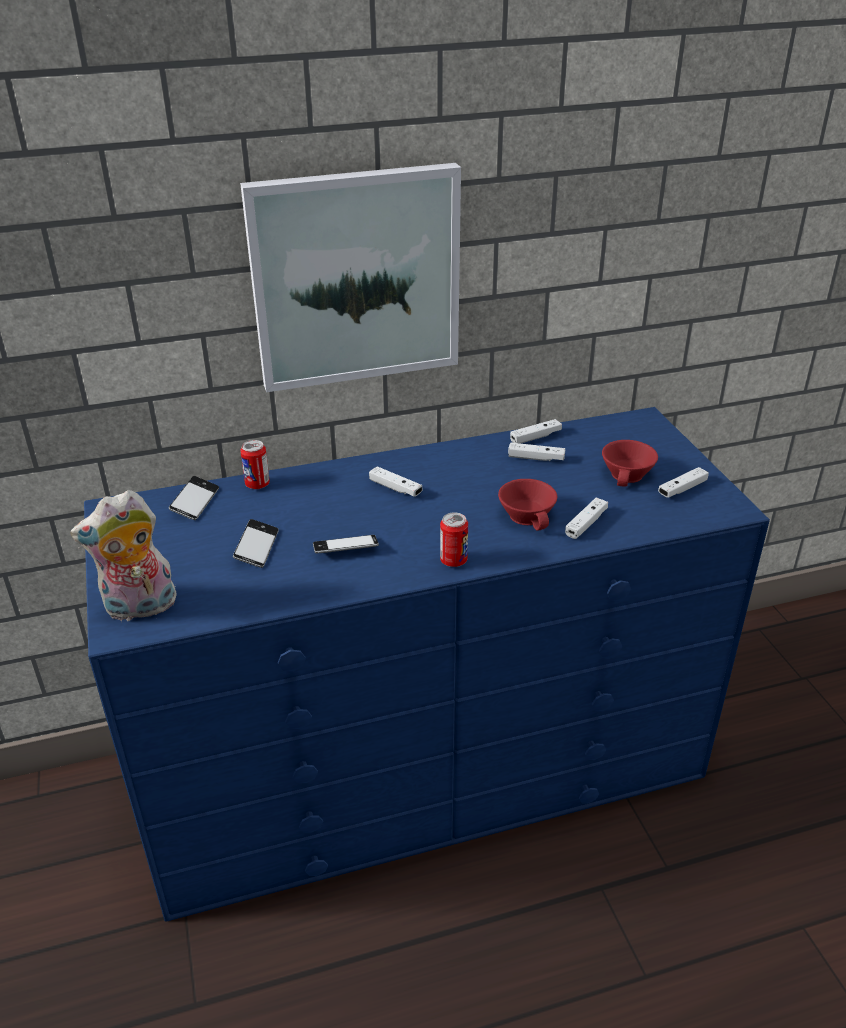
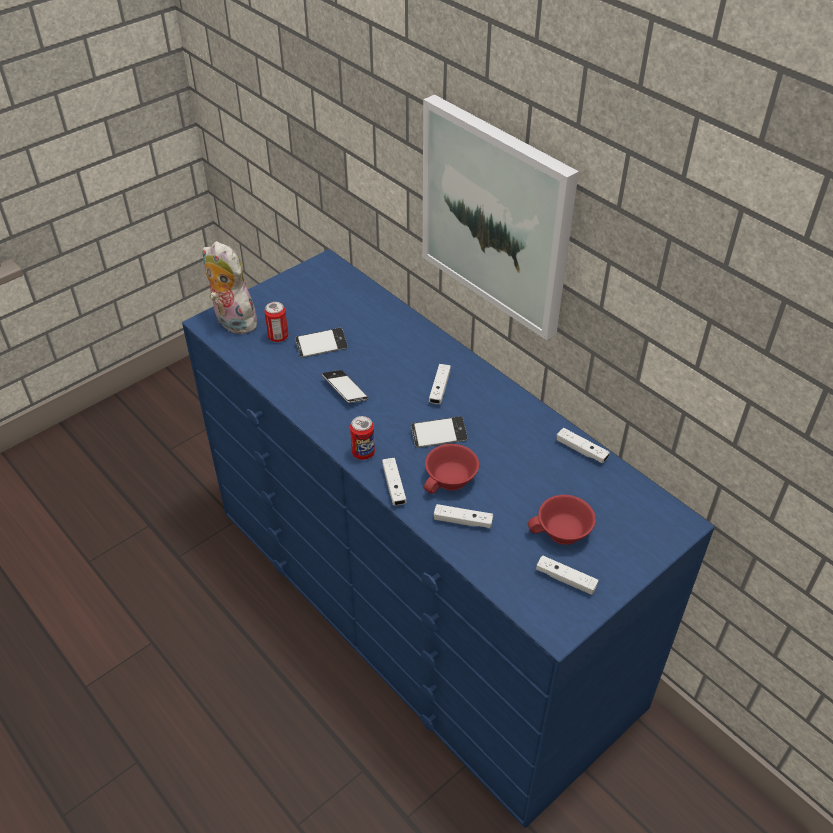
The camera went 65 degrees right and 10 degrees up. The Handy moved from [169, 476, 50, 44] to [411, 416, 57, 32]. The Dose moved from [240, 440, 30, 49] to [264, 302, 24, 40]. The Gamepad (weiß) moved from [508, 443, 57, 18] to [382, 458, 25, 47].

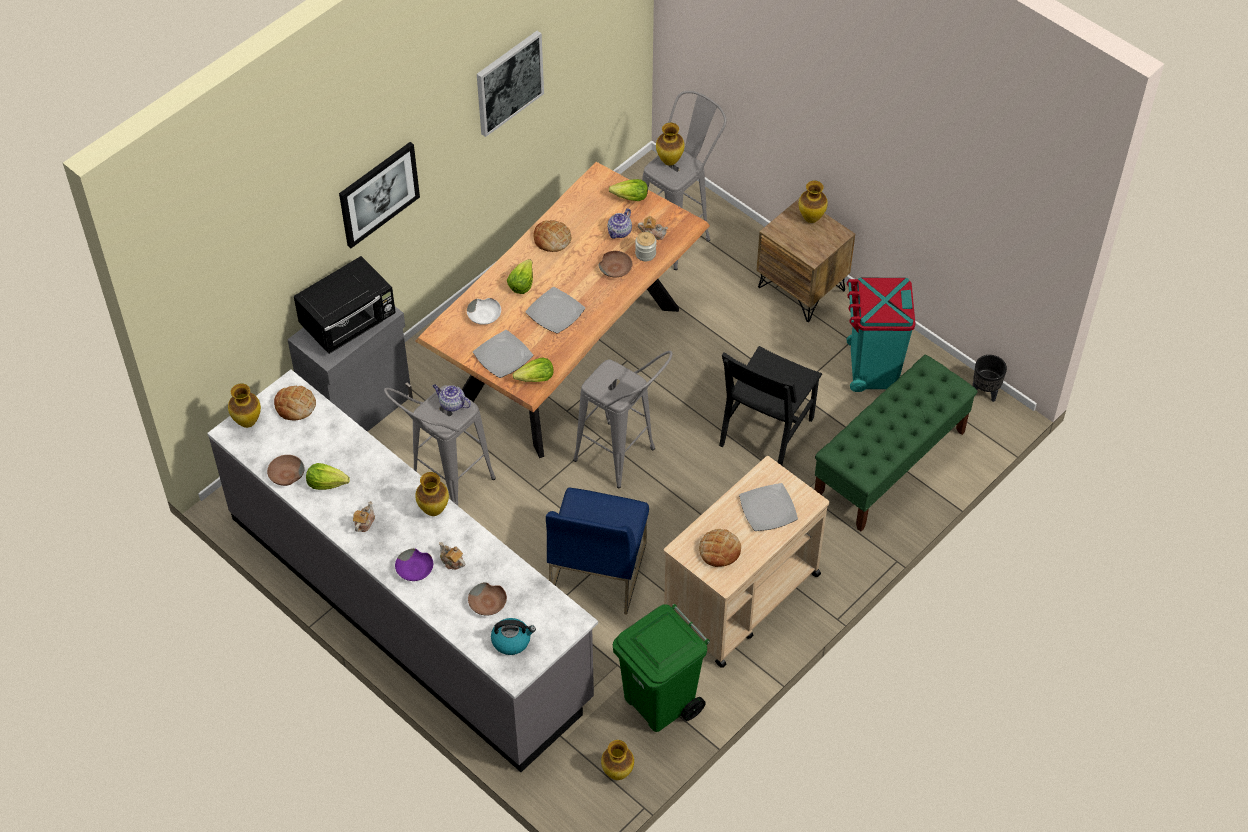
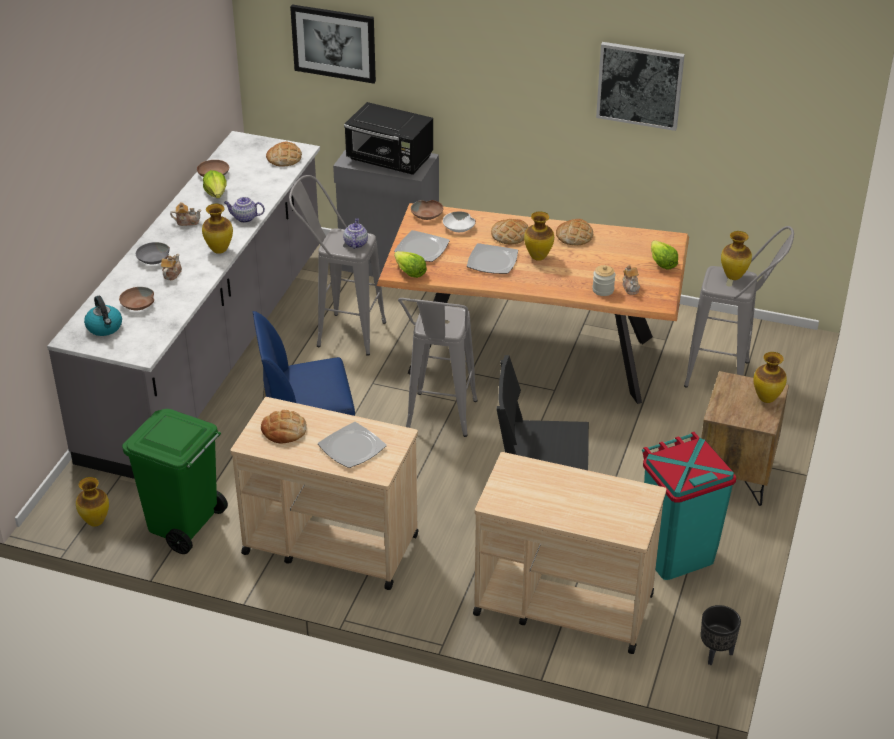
The camera went 65 degrees right and 15 degrees down. The Vase moved from [228, 383, 33, 45] to [524, 211, 30, 50]. The Bild moved from [339, 142, 81, 106] to [290, 5, 86, 79]. The Schüssel (braun) moved from [599, 251, 33, 27] to [411, 200, 33, 20]. The Teekanne moved from [608, 208, 24, 31] to [224, 197, 41, 26]. The Salatkopf at [507, 259, 26, 35] was replaced by the Brot at [491, 219, 37, 25]. The Bank (grün) at [814, 355, 164, 177] was replaced by the Rollwagen (beige) at [473, 452, 193, 202]. The Schüssel (lila) at [395, 548, 38, 33] became the Schüssel (grau) at [136, 242, 34, 22].

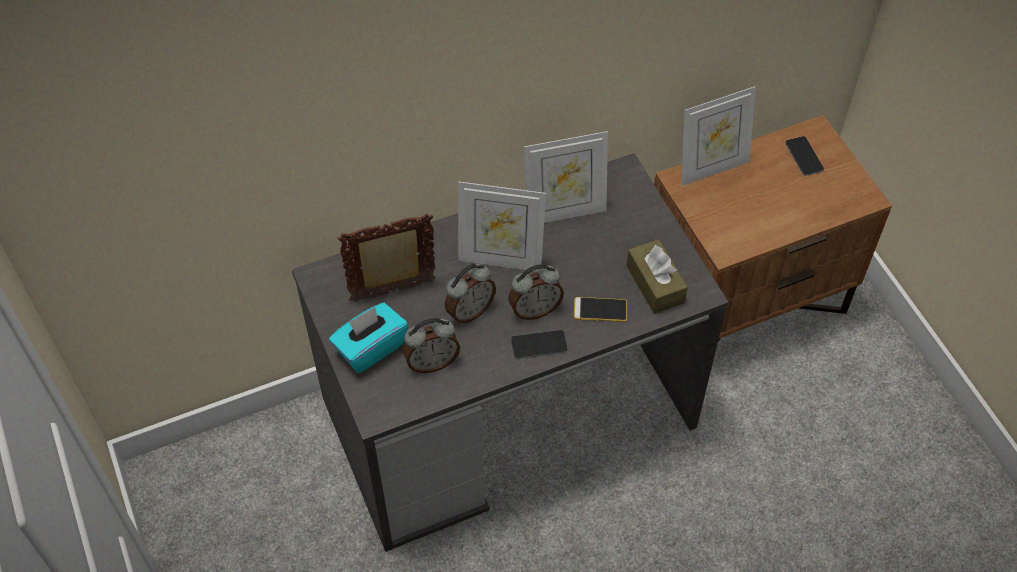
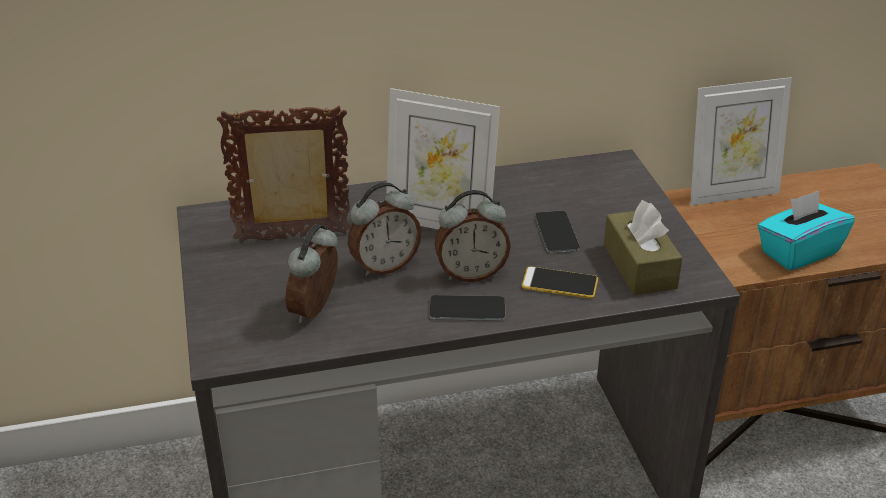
The camera went 10 degrees right and 20 degrees down. The Bilderrahmen at [524, 131, 84, 92] disappeared. The Taschentuchbox (türkis) moved from [329, 303, 79, 70] to [758, 191, 97, 80]. The Handy moved from [785, 136, 39, 40] to [535, 211, 45, 42]. The Wecker at [403, 318, 57, 55] turned 120 degrees clockwise.

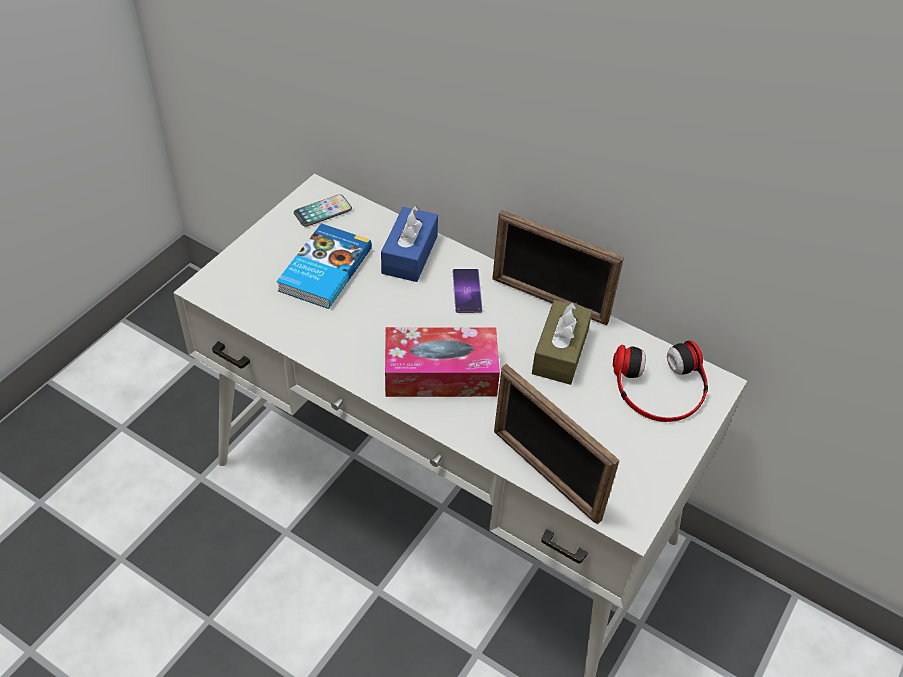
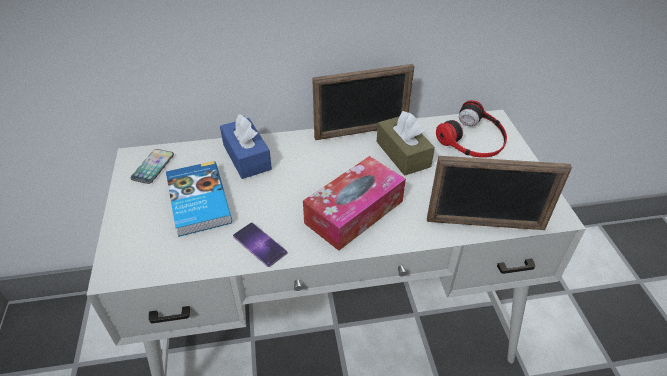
The camera went 40 degrees left and 5 degrees down. The Handy moved from [453, 269, 30, 44] to [233, 223, 55, 44].

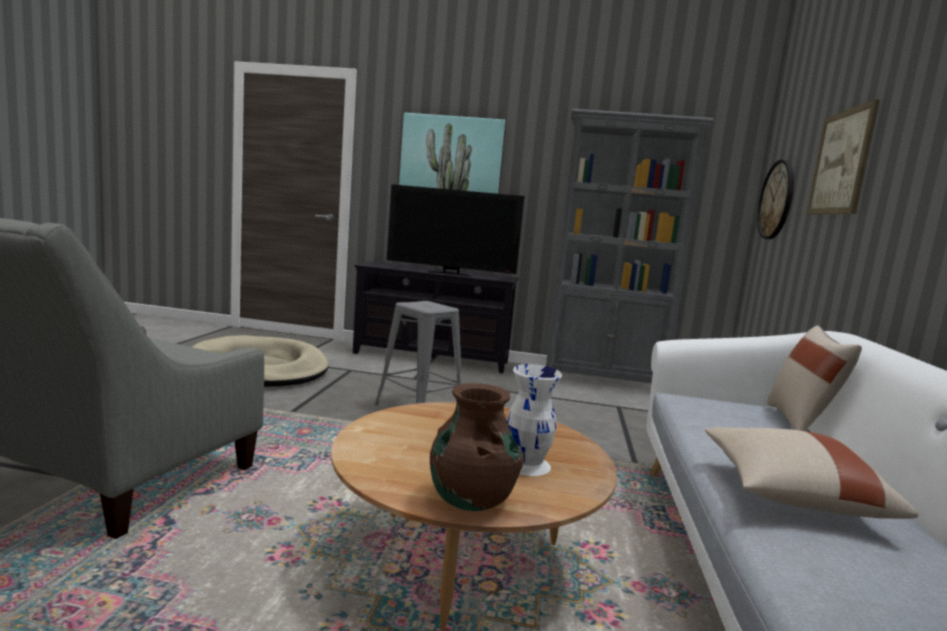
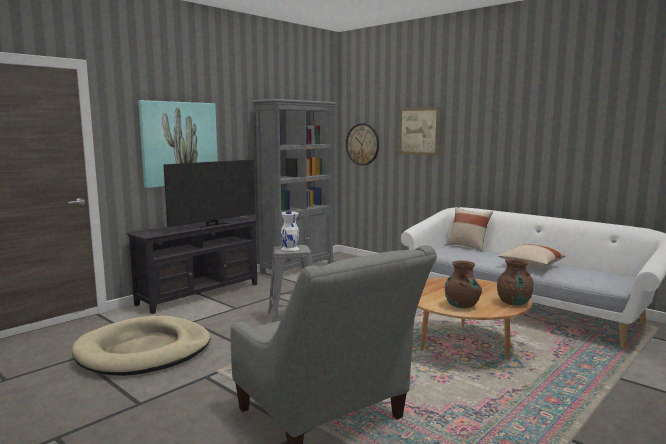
The camera went 55 degrees left and 0 degrees up. The Vase (braun) at [445, 261, 37, 47] appeared. The Vase (weiß) moved from [507, 364, 55, 112] to [281, 212, 18, 39].

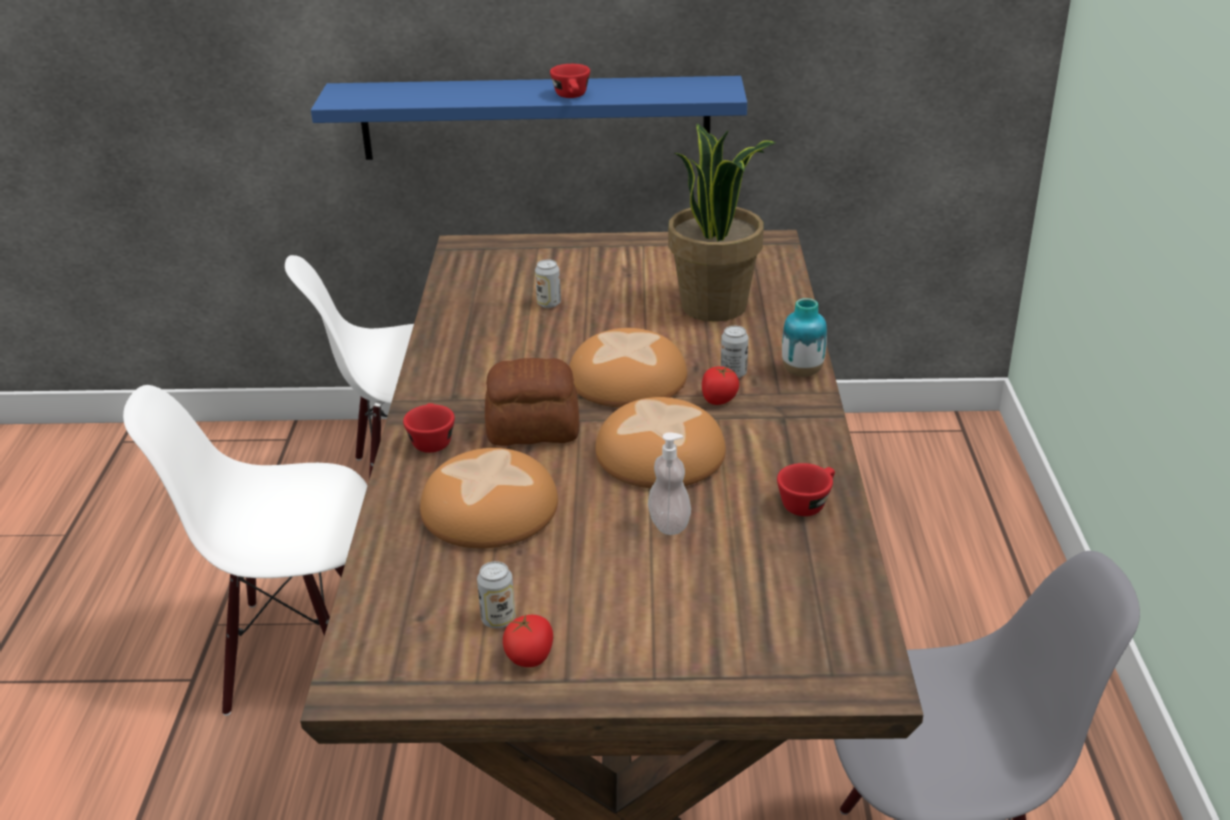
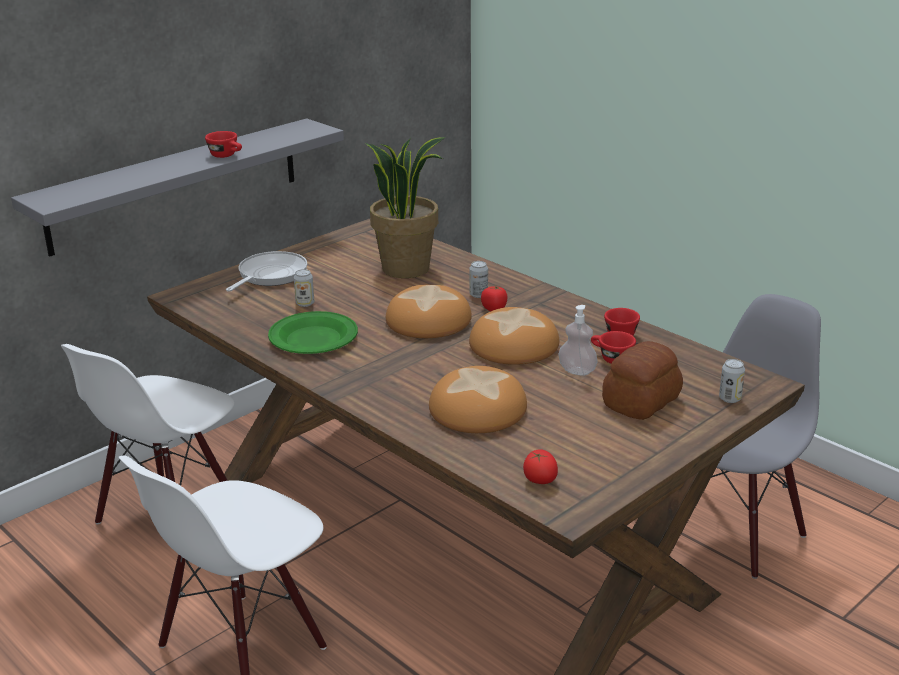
The camera went 45 degrees left and 5 degrees down. The Vase at [782, 298, 45, 79] disappeared. The Pfanne at [226, 251, 81, 40] appeared. The Teller (grün) at [268, 311, 90, 43] appeared. The Tasse (rot) moved from [403, 403, 52, 50] to [591, 331, 45, 33]. The Dose moved from [477, 561, 38, 67] to [719, 359, 26, 44]. The Brot moved from [485, 358, 94, 88] to [602, 341, 81, 79]. The Tomate moved from [503, 614, 50, 53] to [523, 449, 35, 35]. The Wandregal (blau) at [311, 76, 436, 84] became the Wandregal (grau) at [11, 118, 333, 139].

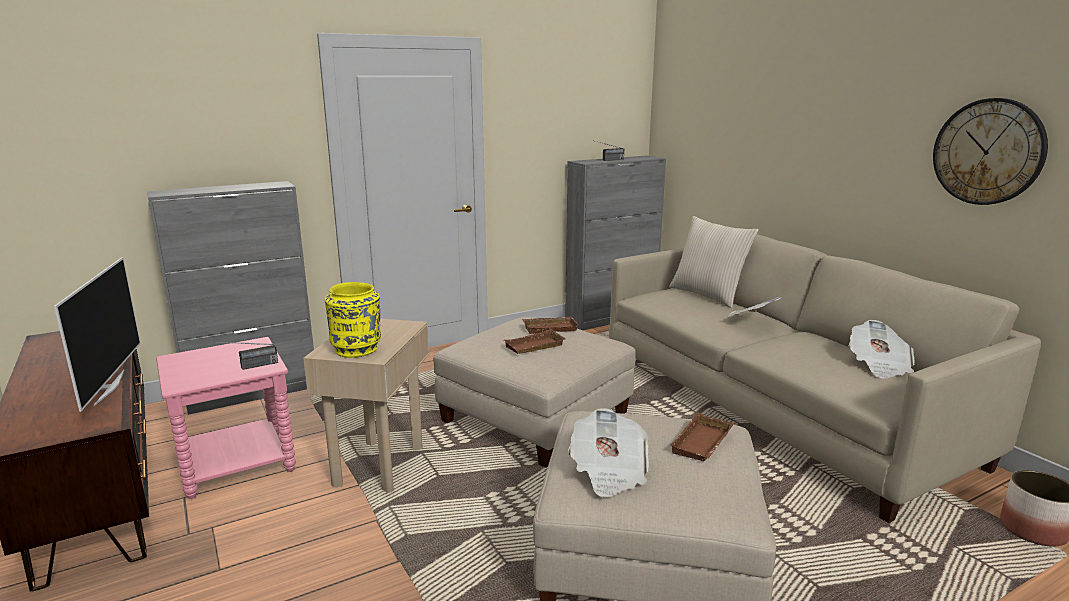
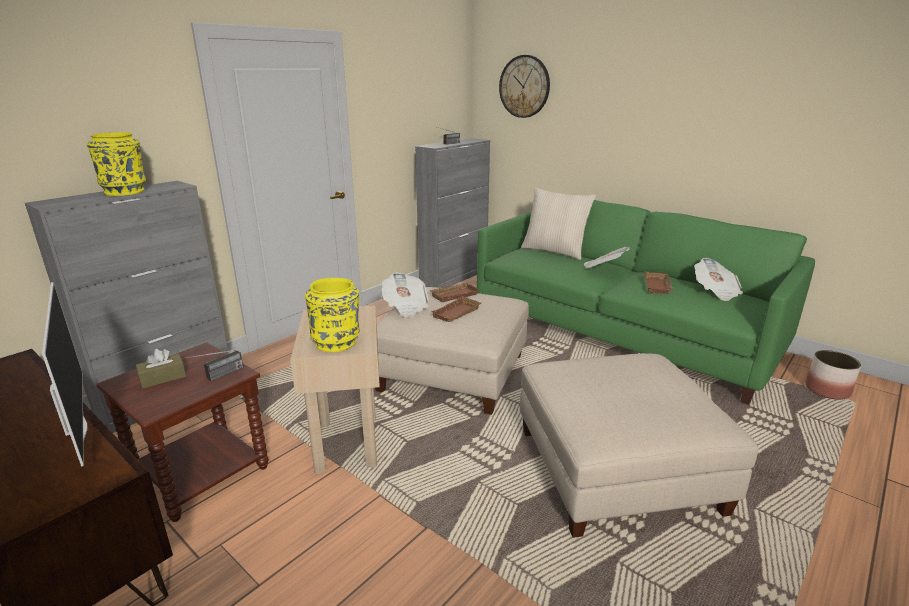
The camera went 20 degrees left and 5 degrees up. The Vase (gelb) at [87, 132, 59, 64] appeared. The Taschentuchbox (braun) at [136, 349, 50, 40] appeared. The Zeitung moved from [568, 408, 81, 90] to [382, 272, 47, 45]. The Tablett (braun) moved from [670, 412, 64, 49] to [644, 271, 29, 23]. The Wanduhr moved from [933, 98, 115, 107] to [499, 55, 51, 63]. The Beistelltisch (rosa) at [156, 337, 140, 162] became the Beistelltisch (braun) at [96, 342, 173, 180]. The Sofa (beige) at [609, 235, 432, 288] became the Sofa (grün) at [477, 200, 338, 205].

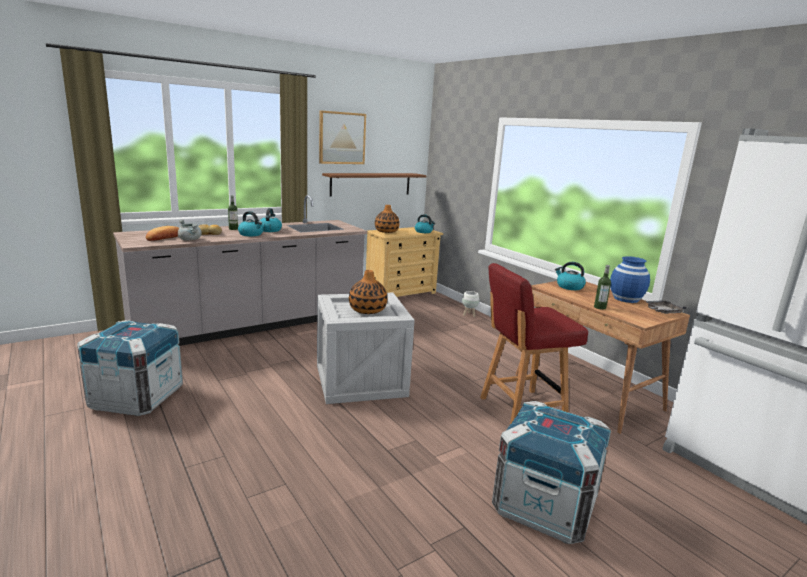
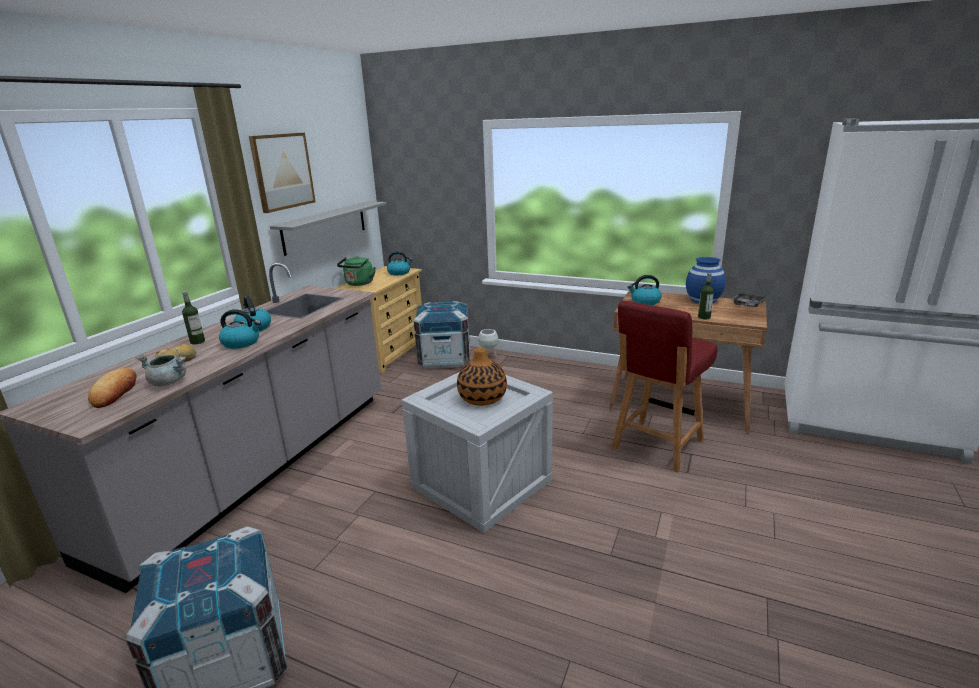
The camera went 30 degrees left and 5 degrees up. The Kiste moved from [492, 401, 119, 143] to [413, 301, 57, 68]. The Vase at [375, 205, 25, 28] was replaced by the Wasserkessel (grün) at [337, 256, 39, 30]. The Wandregal (braun) at [322, 173, 104, 23] became the Wandregal (grau) at [270, 201, 117, 55].

